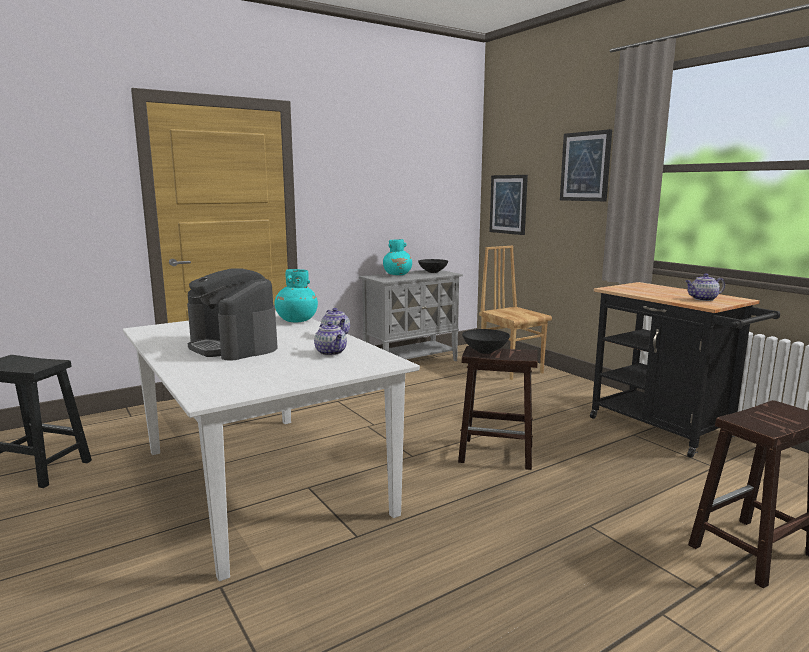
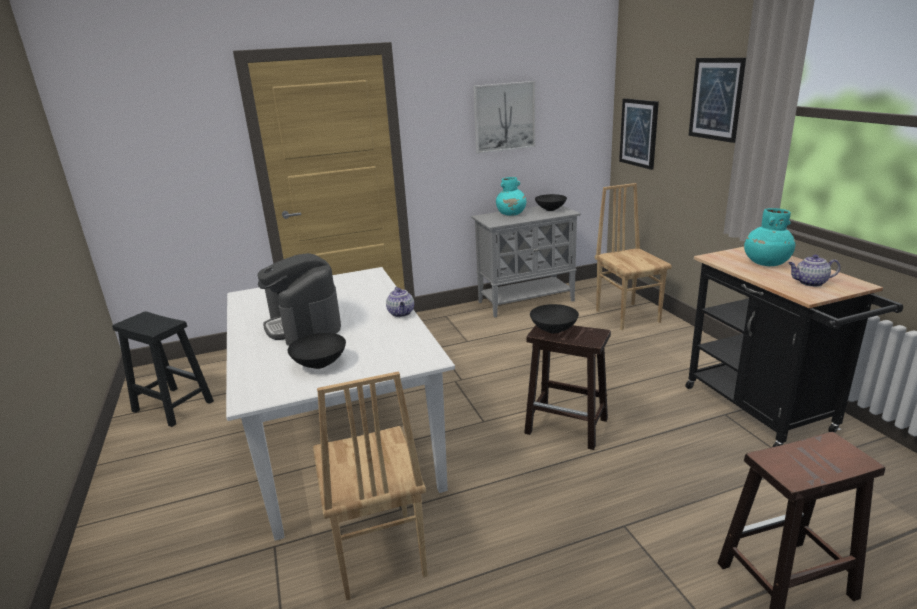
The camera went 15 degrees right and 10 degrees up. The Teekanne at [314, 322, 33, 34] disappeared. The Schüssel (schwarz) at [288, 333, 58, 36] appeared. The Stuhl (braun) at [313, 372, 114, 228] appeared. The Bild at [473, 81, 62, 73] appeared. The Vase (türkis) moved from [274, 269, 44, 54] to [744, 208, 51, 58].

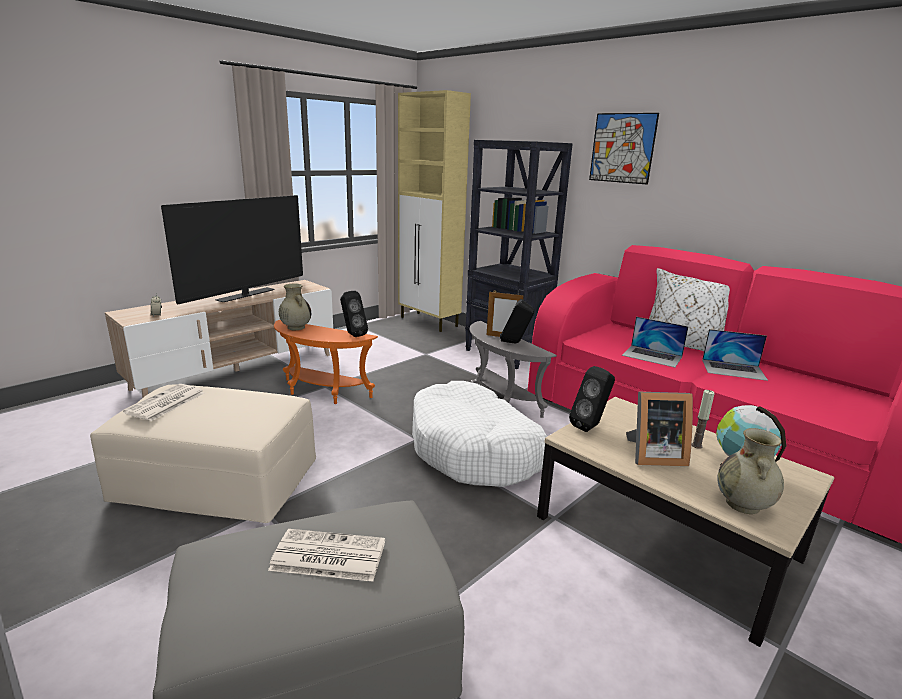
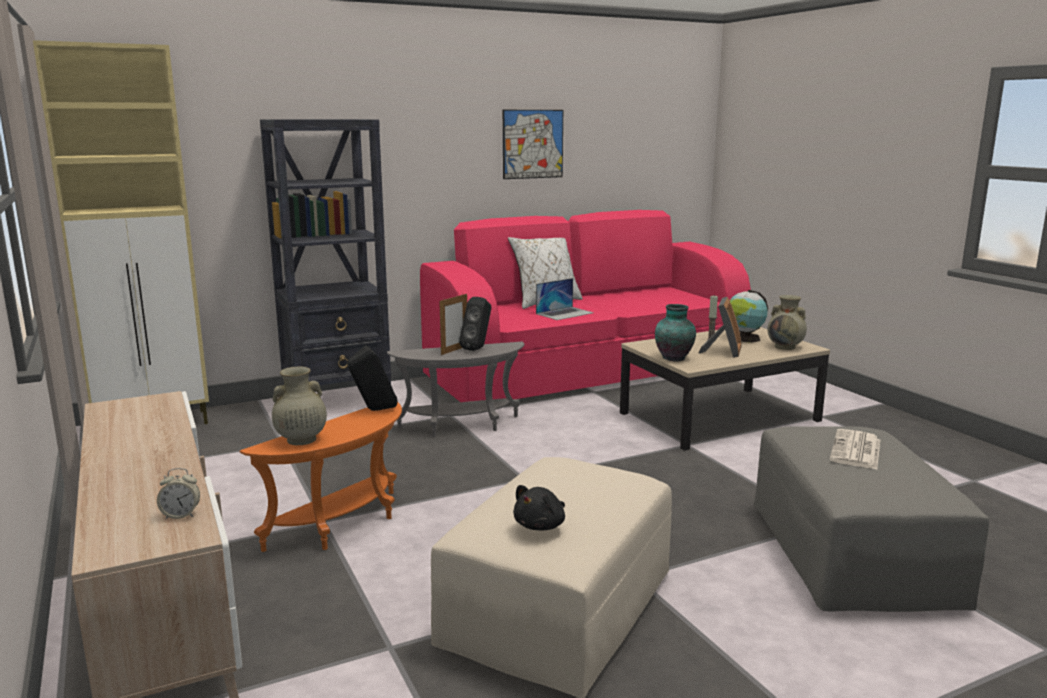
The camera went 70 degrees left and 5 degrees down. The Fernseher at [161, 195, 142, 109] disappeared. The Hundebett (weiß) at [412, 381, 135, 106] disappeared. The Laptop at [702, 329, 66, 52] disappeared. The Bild moved from [589, 113, 70, 72] to [503, 110, 60, 69]. The Zeitung at [123, 384, 81, 37] was replaced by the Plüschtier (schwarz) at [513, 485, 52, 46]. The Lautsprecher (schwarz) at [569, 366, 46, 66] was replaced by the Vase at [655, 304, 41, 58].

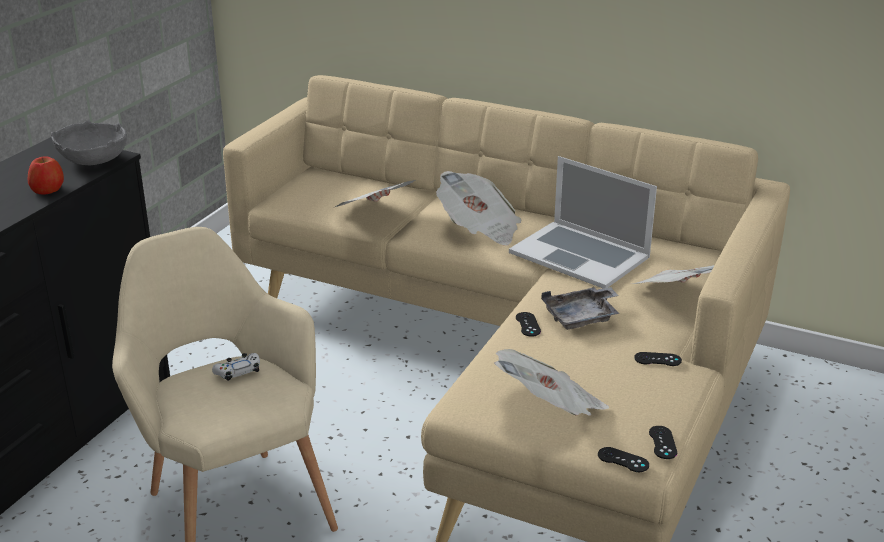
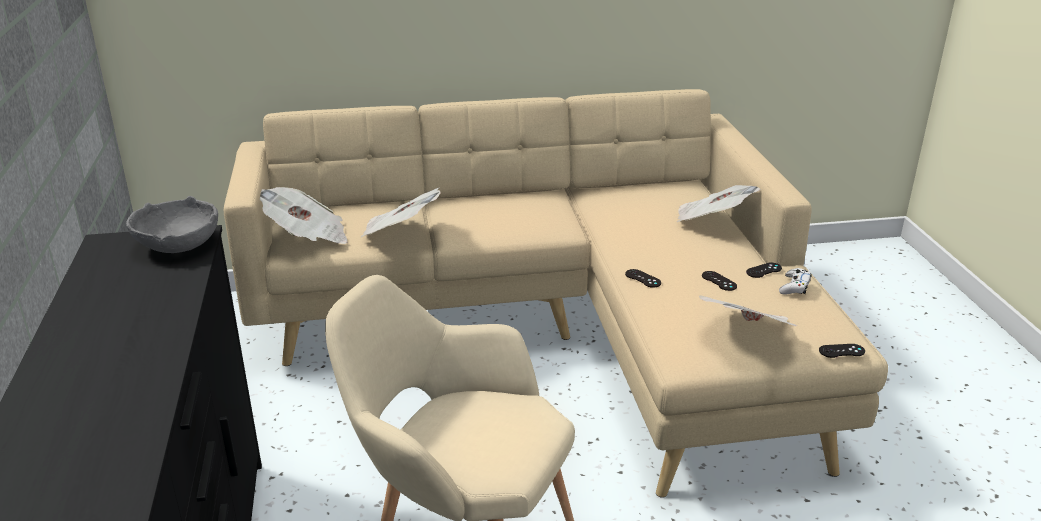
The camera went 35 degrees left and 0 degrees up. The Apfel at [27, 156, 37, 38] disappeared. The Laptop at [509, 156, 148, 132] disappeared. The Tablett (grau) at [541, 287, 78, 43] disappeared. The Gamepad (weiß) moved from [212, 353, 48, 28] to [779, 268, 33, 26]. The Zeitung moved from [436, 171, 86, 74] to [260, 187, 88, 57]. The Gamepad (schwarz) moved from [649, 426, 28, 33] to [702, 271, 35, 20].

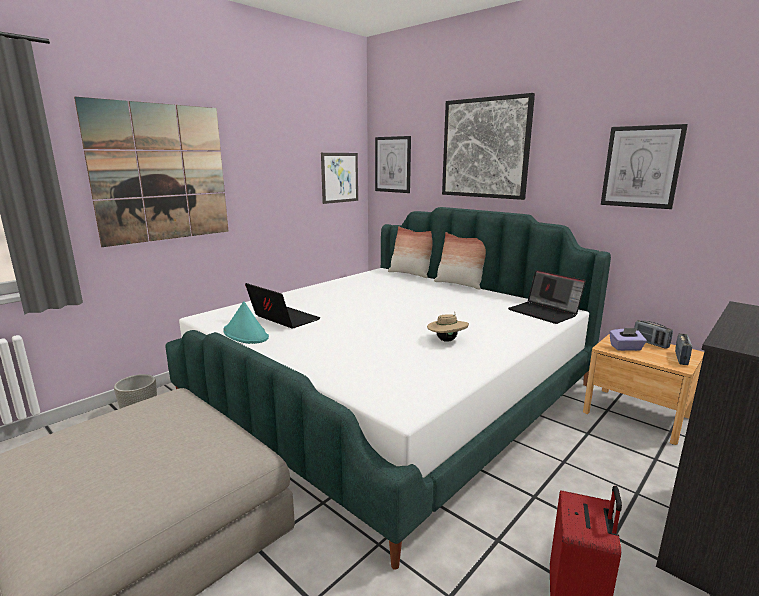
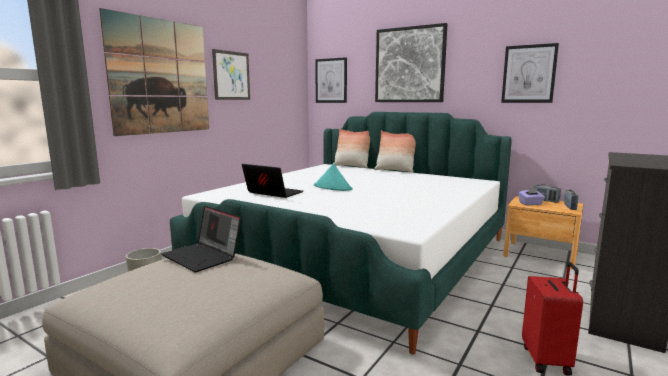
The camera went 10 degrees left and 5 degrees down. The Hut (beige) at [427, 314, 42, 28] disappeared. The Hut (türkis) moved from [223, 301, 46, 43] to [314, 163, 38, 28]. The Bild moved from [321, 153, 37, 51] to [212, 49, 38, 51]. The Laptop moved from [508, 270, 78, 54] to [162, 206, 79, 66].

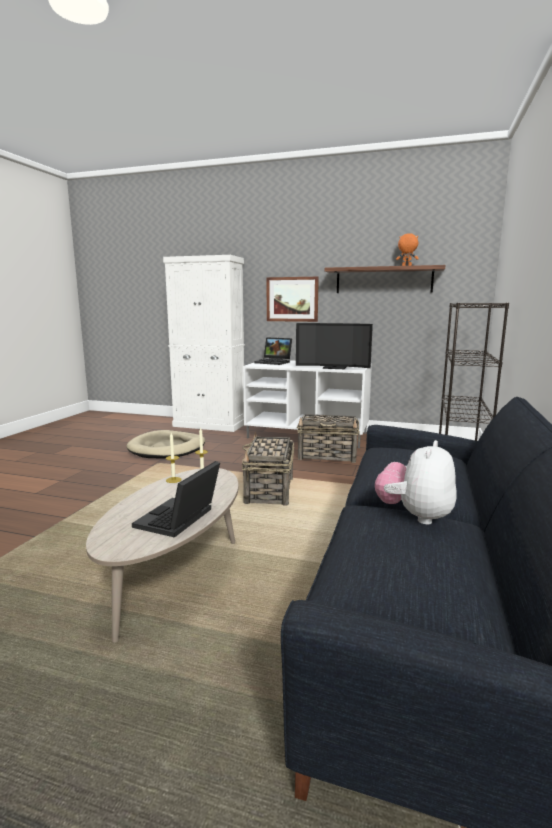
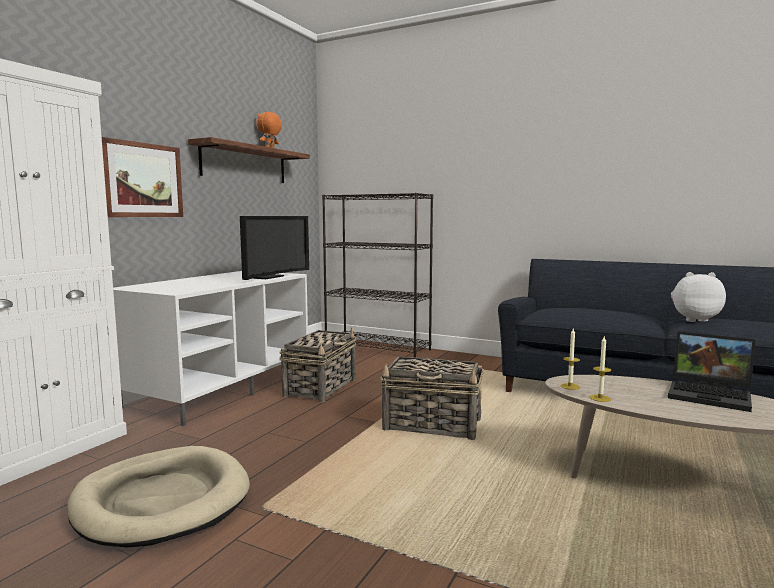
The camera went 80 degrees left and 5 degrees down. The Laptop at [254, 337, 38, 28] disappeared. The Plüschtier at [375, 440, 82, 84] turned 150 degrees clockwise.

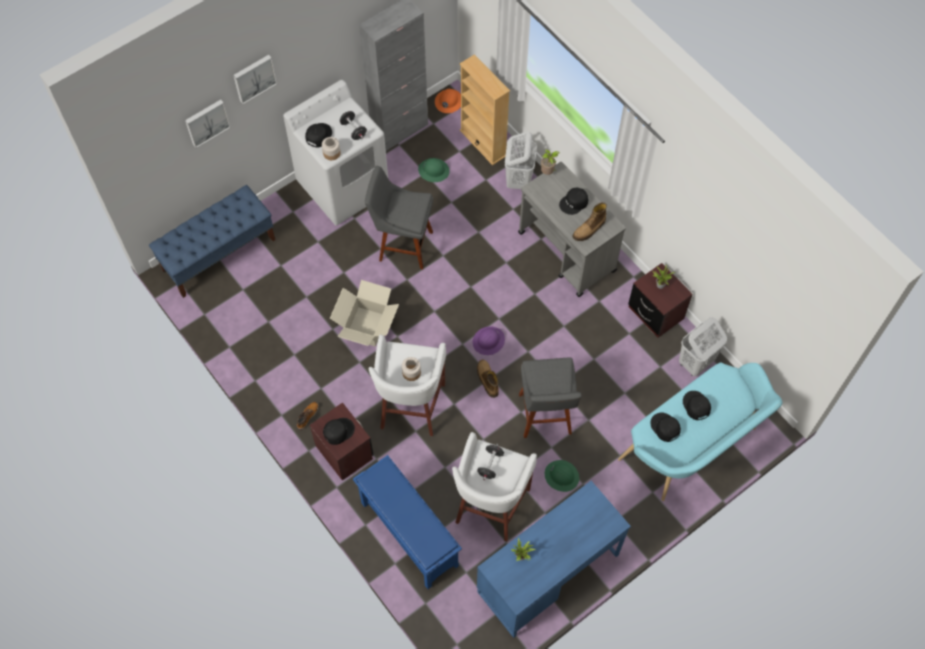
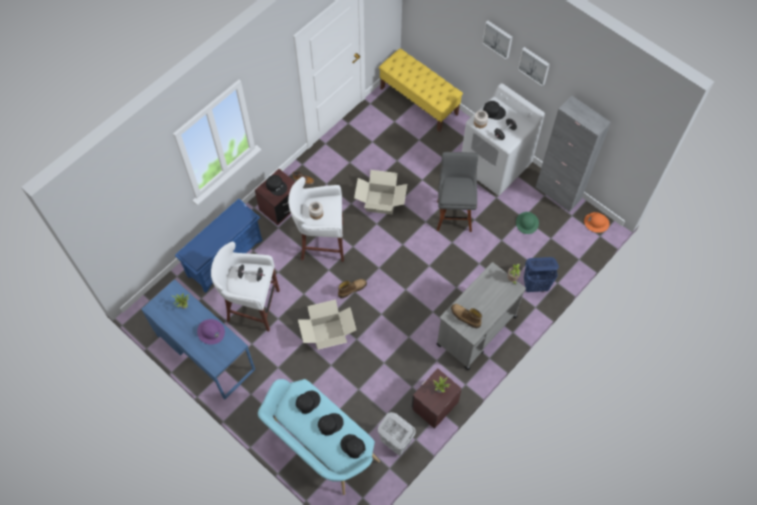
The camera went 80 degrees right and 0 degrees up. The Bücherregal (beige) at [460, 54, 50, 111] disappeared. The Schutzhelm (grün) at [545, 460, 34, 32] disappeared. The Bild moved from [185, 100, 46, 48] to [517, 47, 33, 39]. The Schutzhelm (lila) moved from [473, 326, 32, 29] to [197, 319, 28, 25]. The Kappe (schwarz) moved from [559, 188, 29, 27] to [340, 434, 25, 24]. The Hocker (grau) at [519, 358, 63, 80] was replaced by the Karton at [298, 299, 58, 51]. The Bank (blau) at [149, 185, 126, 113] became the Bank (gelb) at [379, 48, 84, 84]. The Wäschekorb (weiß) at [505, 131, 32, 58] became the Wäschekorb (blau) at [524, 257, 35, 35].

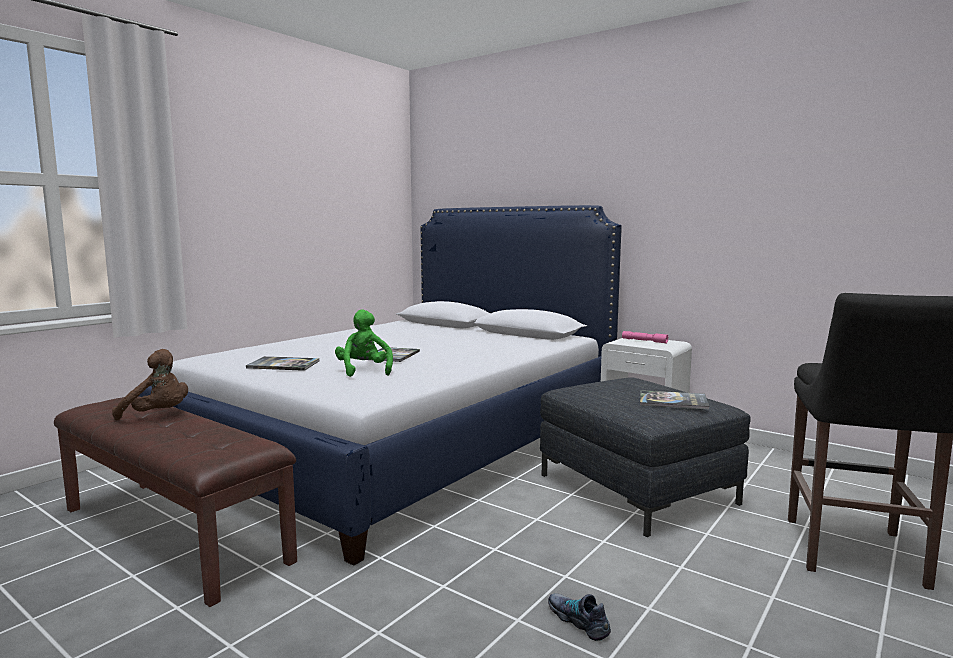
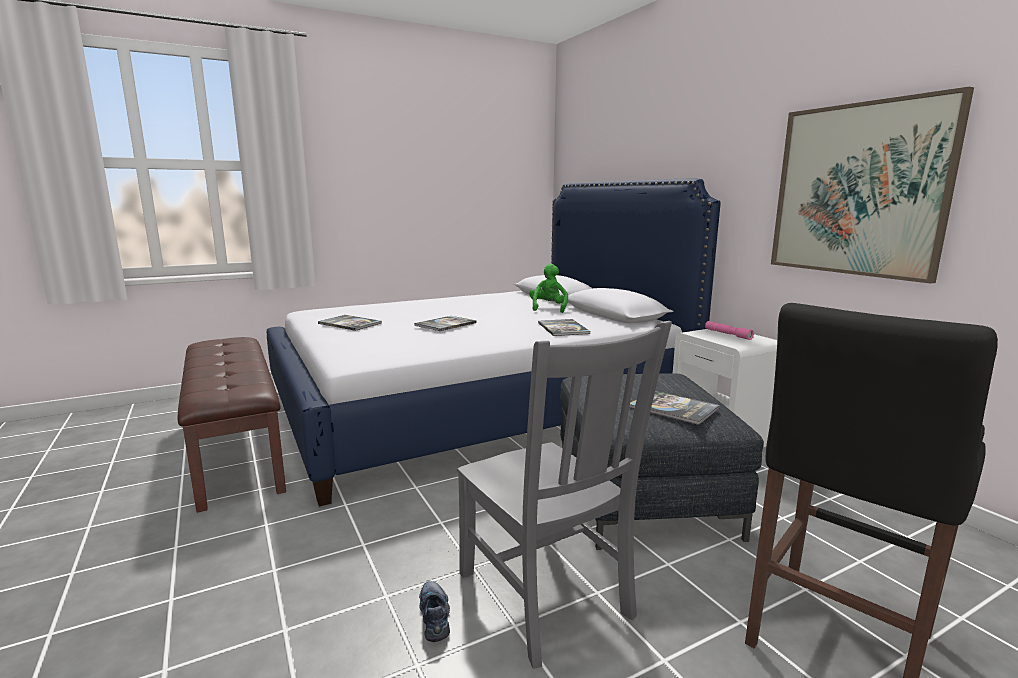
The camera went 25 degrees right and 5 degrees up. The Plüschtier (braun) at [112, 349, 76, 71] disappeared. The Stuhl (grau) at [457, 321, 215, 348] appeared. The Buch at [538, 319, 52, 17] appeared. The Bild at [771, 87, 203, 197] appeared. The Plüschtier (grün) moved from [335, 309, 58, 68] to [529, 264, 39, 49].

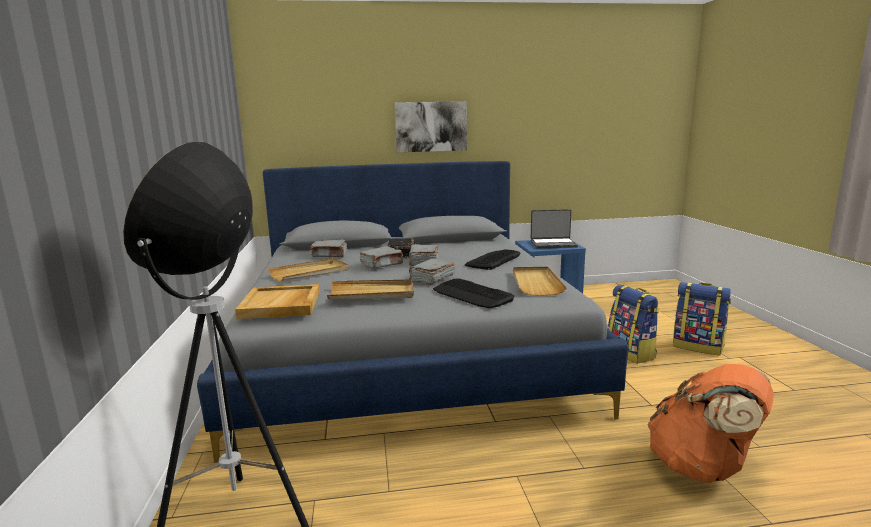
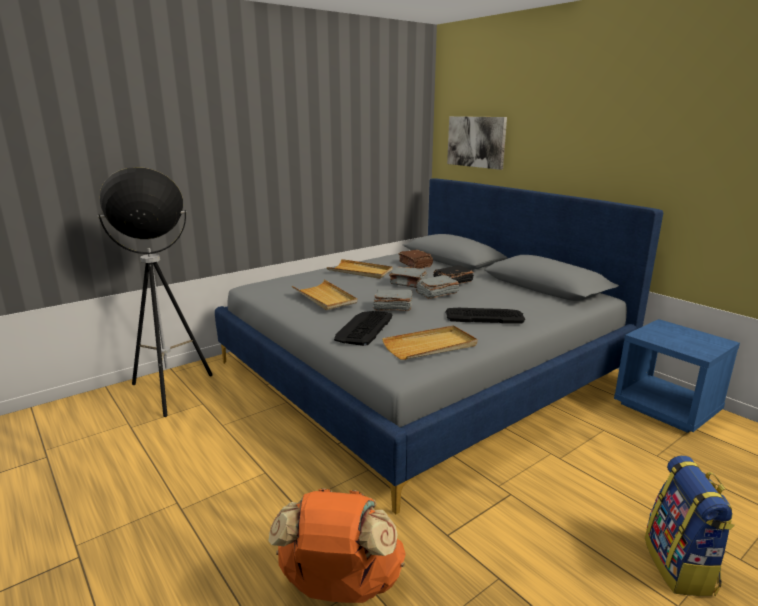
The camera went 60 degrees right and 5 degrees up. The Tablett (beige) at [235, 284, 85, 35] disappeared. The Laptop at [531, 209, 47, 39] disappeared. The Rucksack at [607, 285, 53, 79] disappeared. The Bild moved from [395, 101, 72, 51] to [447, 116, 60, 54]. The Buch (grau) at [310, 240, 37, 18] became the Buch (braun) at [398, 250, 35, 18].

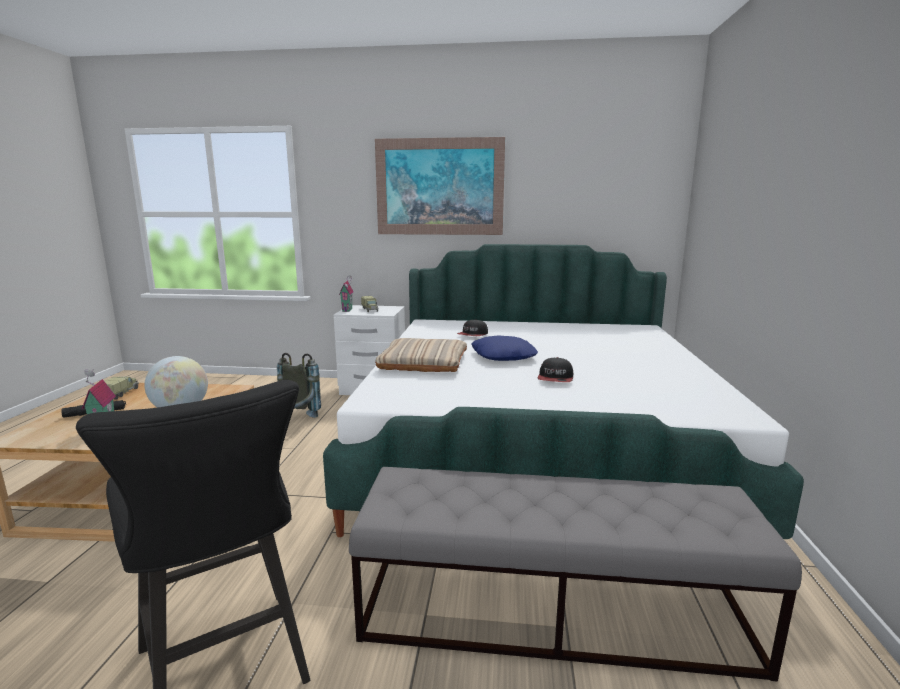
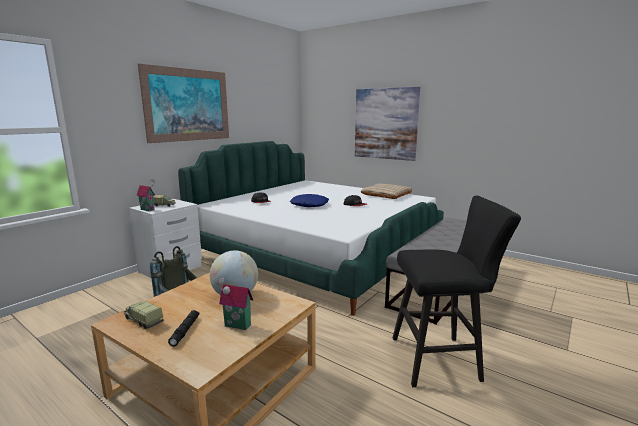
The camera went 60 degrees left and 0 degrees up. The Bild at [355, 87, 65, 74] appeared. The Kissen (beige) moved from [375, 338, 92, 34] to [361, 183, 51, 16].

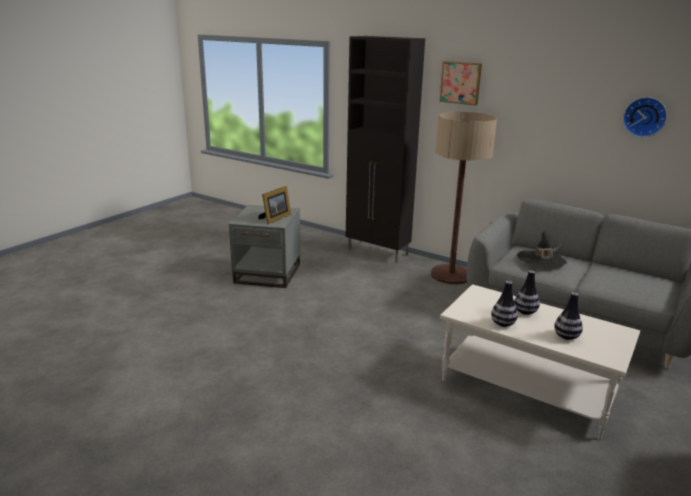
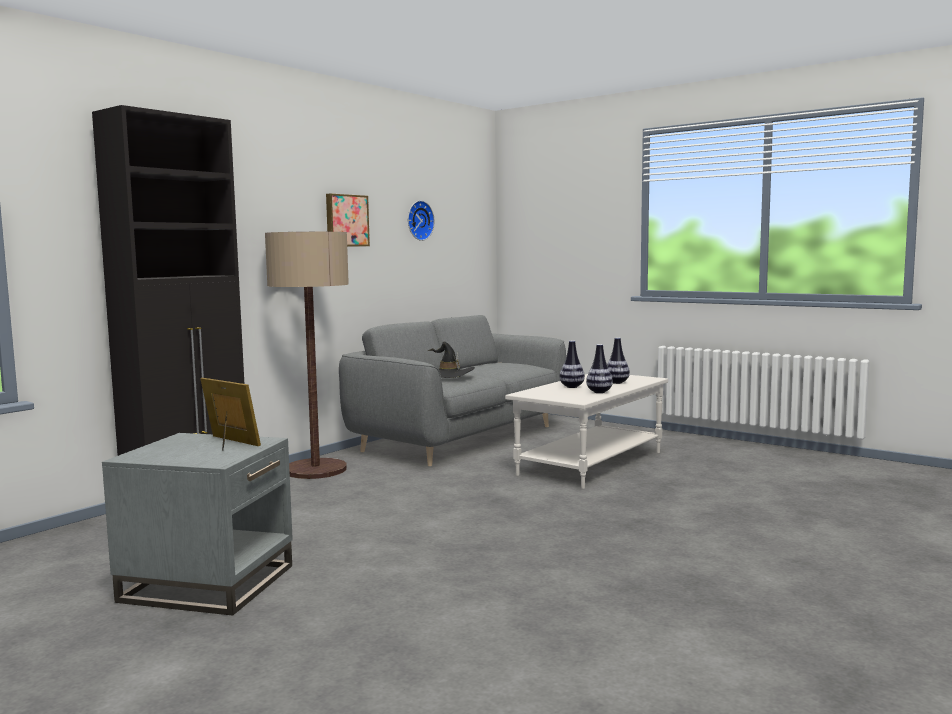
The camera went 85 degrees left and 15 degrees down. The Bild moved from [439, 61, 43, 44] to [326, 193, 44, 54].

